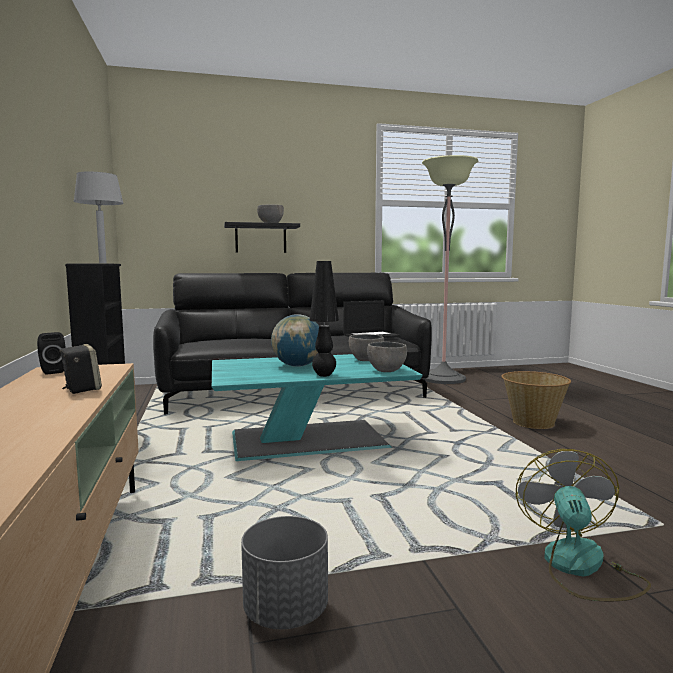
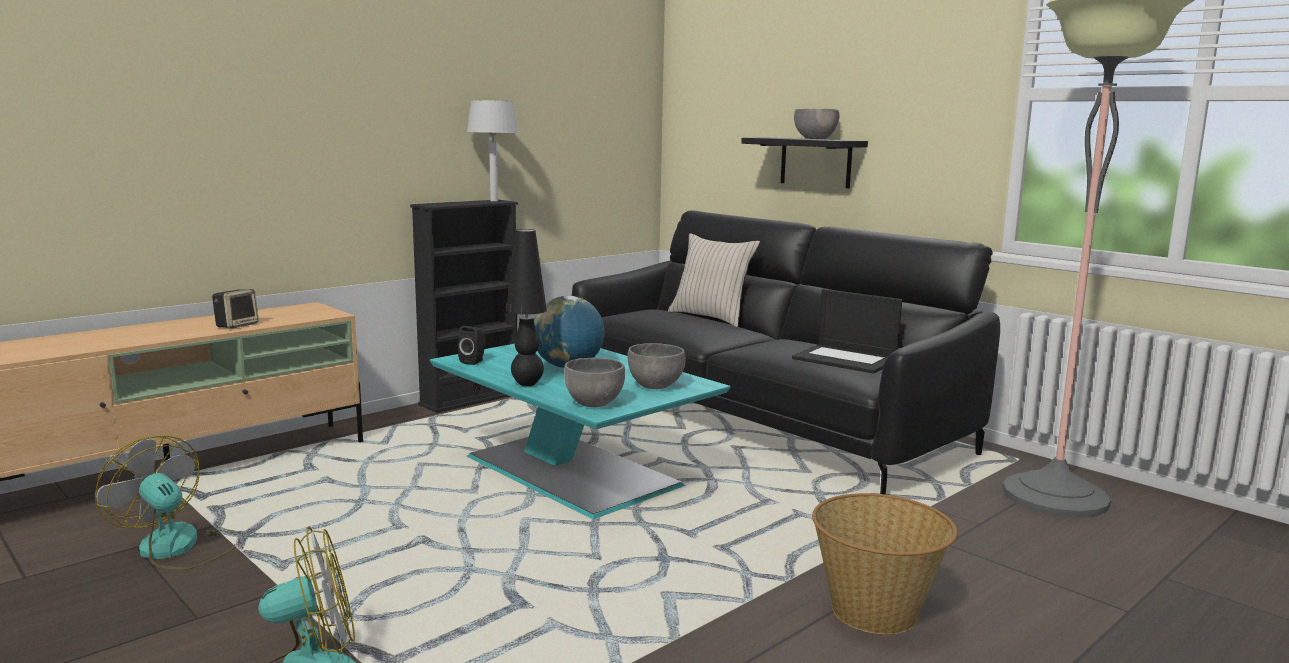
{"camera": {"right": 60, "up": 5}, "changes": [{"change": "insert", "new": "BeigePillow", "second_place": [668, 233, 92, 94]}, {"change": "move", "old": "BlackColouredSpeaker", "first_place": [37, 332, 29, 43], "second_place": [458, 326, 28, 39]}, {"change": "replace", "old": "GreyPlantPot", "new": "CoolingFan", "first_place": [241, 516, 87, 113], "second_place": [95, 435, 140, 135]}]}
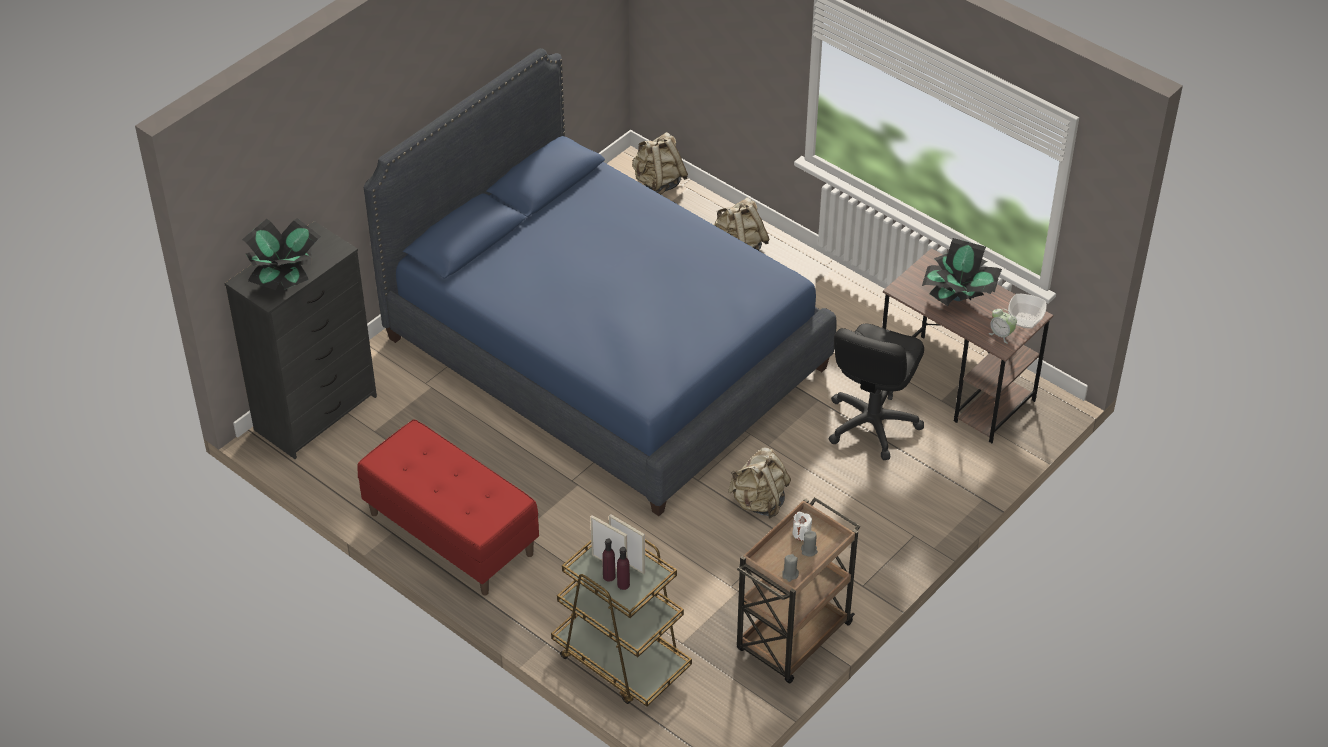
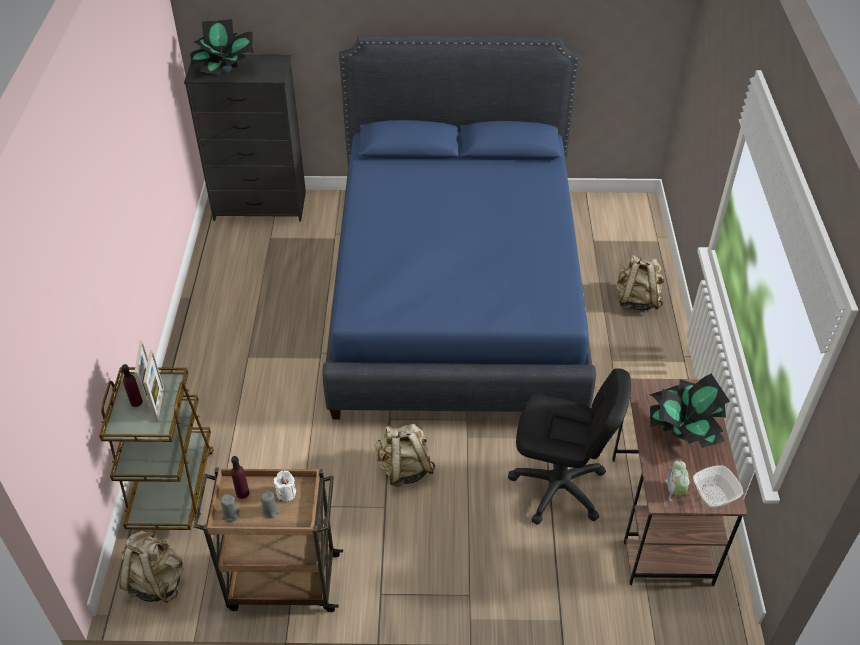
{"camera": {"right": 50, "up": 0}, "changes": [{"change": "delete", "old": "ReddishBench", "first_place": [357, 419, 182, 176]}, {"change": "move", "old": "PurpleColouredDrinkBottle", "first_place": [617, 547, 13, 43], "second_place": [231, 456, 18, 43]}, {"change": "move", "old": "BeigeKnapsack", "first_place": [632, 132, 56, 62], "second_place": [119, 530, 65, 73]}, {"change": "rotate", "old": "BlackColouredDeskChair", "first_place": [829, 324, 95, 136], "second_place": [508, 368, 123, 157], "degrees": -150}]}
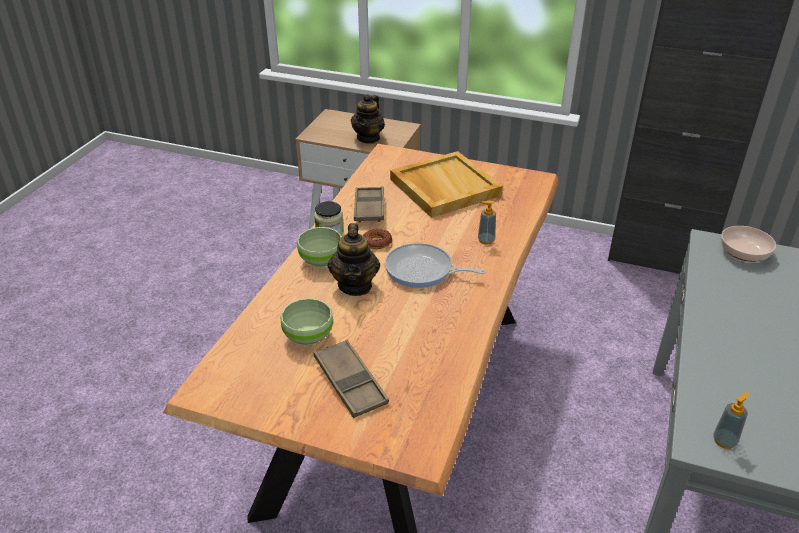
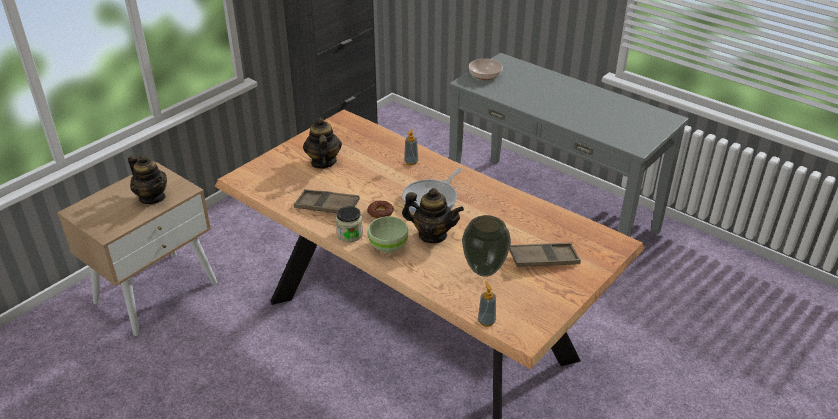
{"camera": {"right": -70, "up": 0}, "changes": [{"change": "move", "old": "LiquidSoapBottle", "first_place": [713, 392, 37, 57], "second_place": [478, 281, 18, 46]}, {"change": "replace", "old": "GreenColouredBowl", "new": "DecorativeVase", "first_place": [281, 298, 52, 47], "second_place": [462, 215, 49, 62]}, {"change": "replace", "old": "BeigeTray", "new": "PotForTea", "first_place": [390, 151, 113, 67], "second_place": [303, 117, 39, 52]}]}
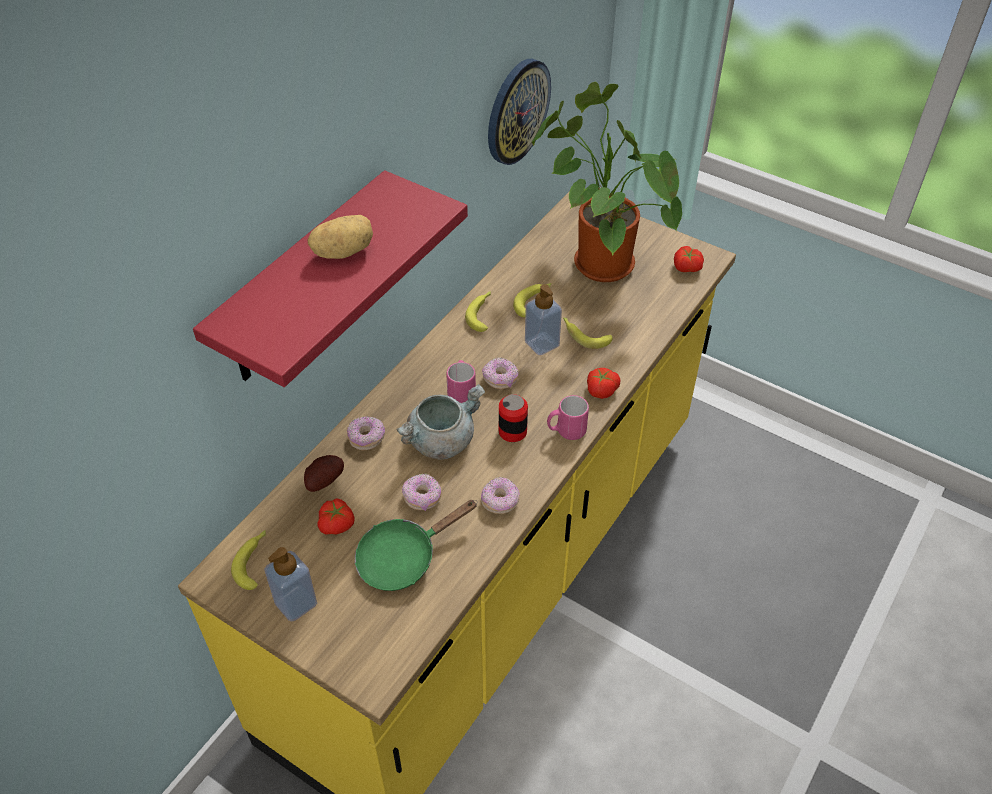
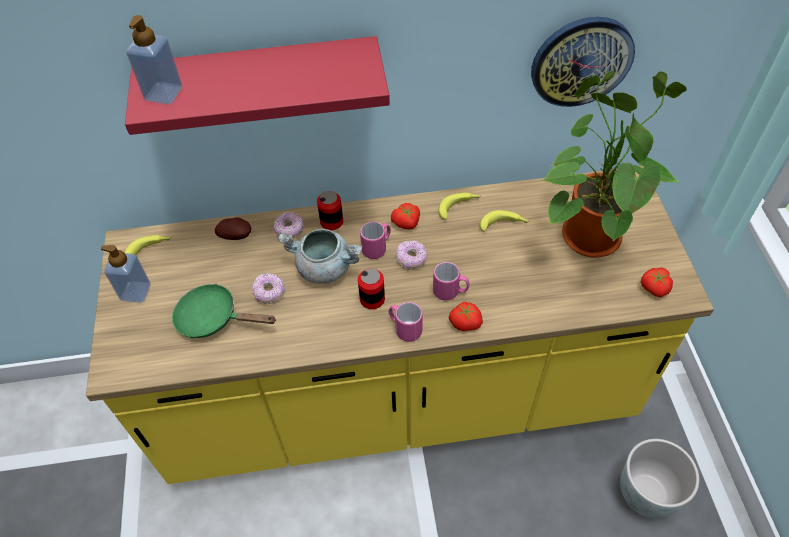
{"camera": {"right": 50, "up": 5}, "changes": [{"change": "delete", "old": "Potato", "first_place": [308, 215, 65, 44]}, {"change": "delete", "old": "RingDoughnut", "first_place": [481, 477, 39, 37]}, {"change": "delete", "old": "BananaFruit", "first_place": [563, 317, 50, 32]}, {"change": "insert", "new": "SealedCan", "second_place": [317, 191, 26, 39]}, {"change": "insert", "new": "PinkishTeaMug", "second_place": [433, 262, 36, 39]}, {"change": "insert", "new": "GreyPlantPot", "second_place": [620, 439, 79, 79]}, {"change": "move", "old": "WholeTomato", "first_place": [317, 498, 38, 37], "second_place": [391, 203, 29, 26]}, {"change": "move", "old": "LiquidSoapBottle", "first_place": [525, 284, 37, 71], "second_place": [126, 15, 56, 89]}]}
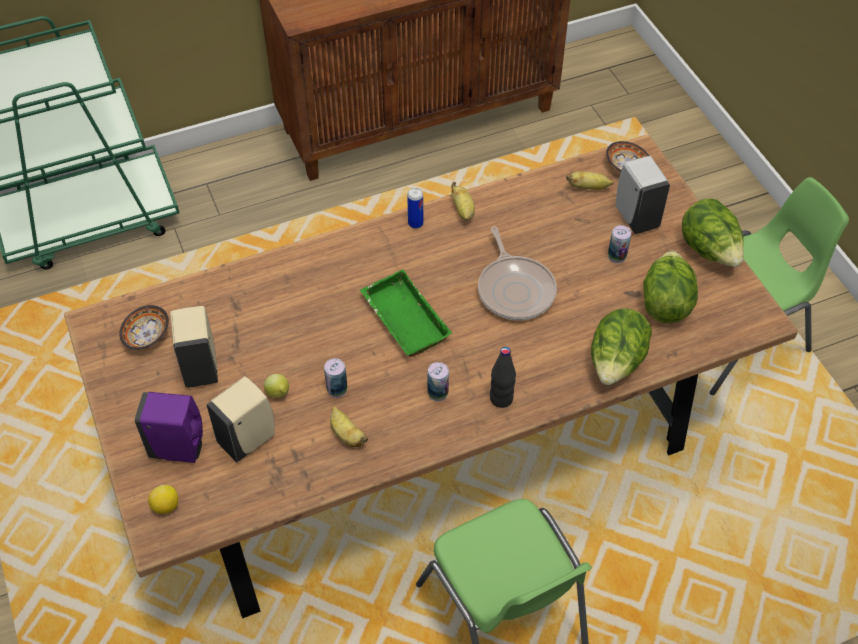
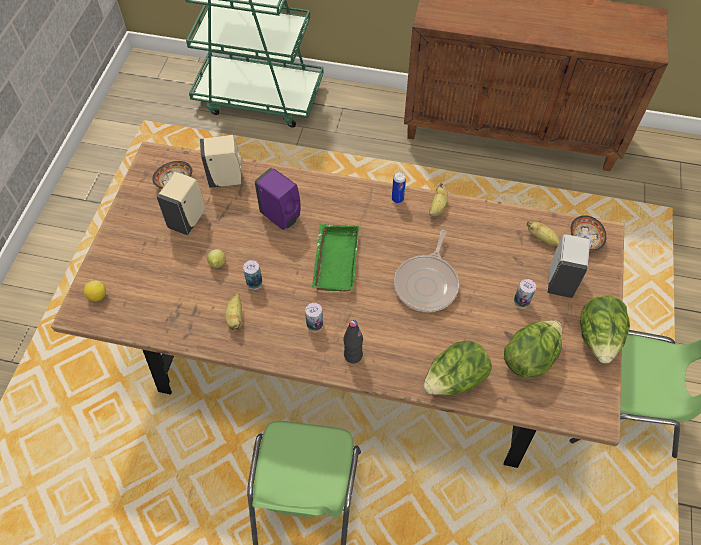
{"camera": {"right": 35, "up": 5}, "changes": [{"change": "move", "old": "PurpleColouredLiquidSoapBottle", "first_place": [135, 392, 68, 71], "second_place": [254, 167, 47, 63]}, {"change": "move", "old": "BeigeLiquidSoapBottle", "first_place": [206, 376, 69, 86], "second_place": [200, 135, 42, 53]}]}
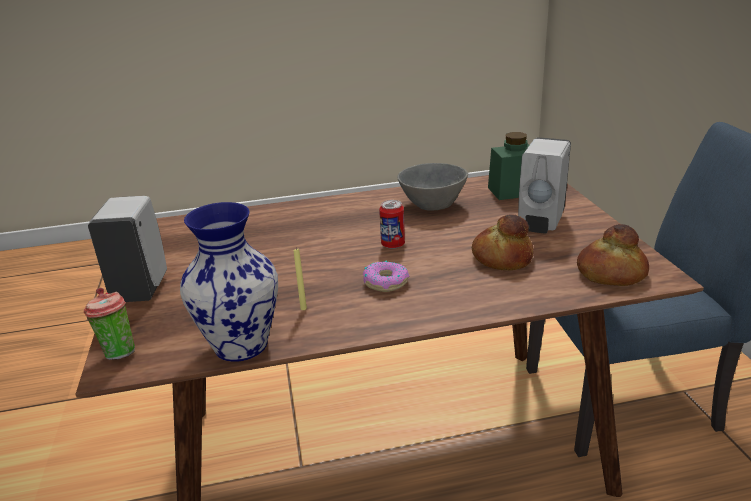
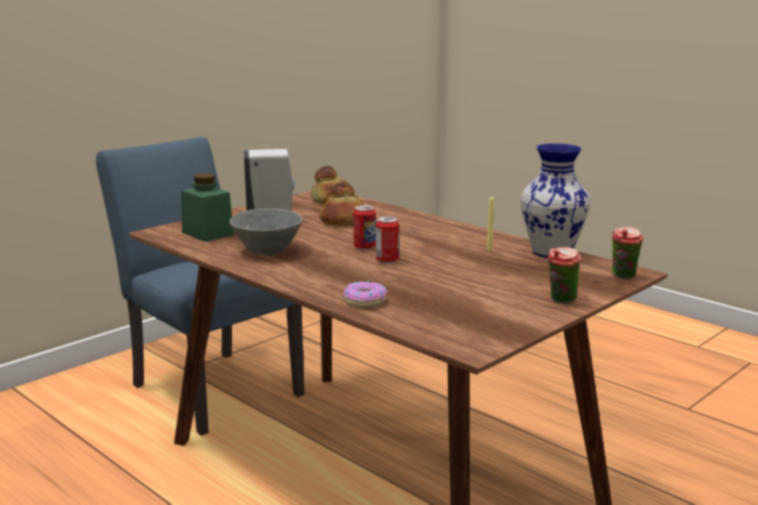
{"camera": {"right": -125, "up": -10}, "changes": [{"change": "insert", "new": "SealedCan", "second_place": [376, 216, 23, 48]}, {"change": "move", "old": "RingDoughnut", "first_place": [363, 260, 47, 32], "second_place": [343, 281, 44, 27]}, {"change": "replace", "old": "WhiteLiquidSoapBottle", "new": "DrinkingCup", "first_place": [88, 196, 79, 106], "second_place": [548, 247, 33, 57]}]}
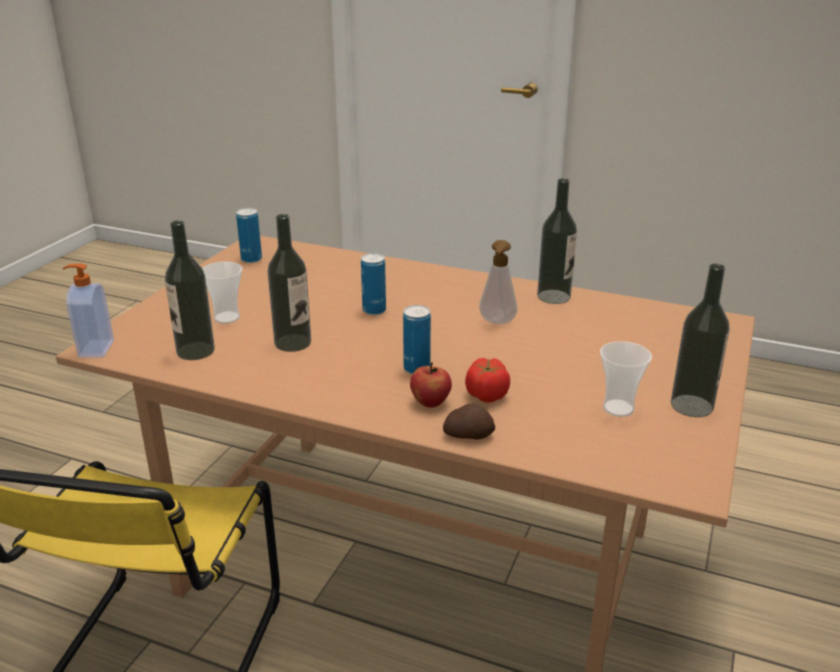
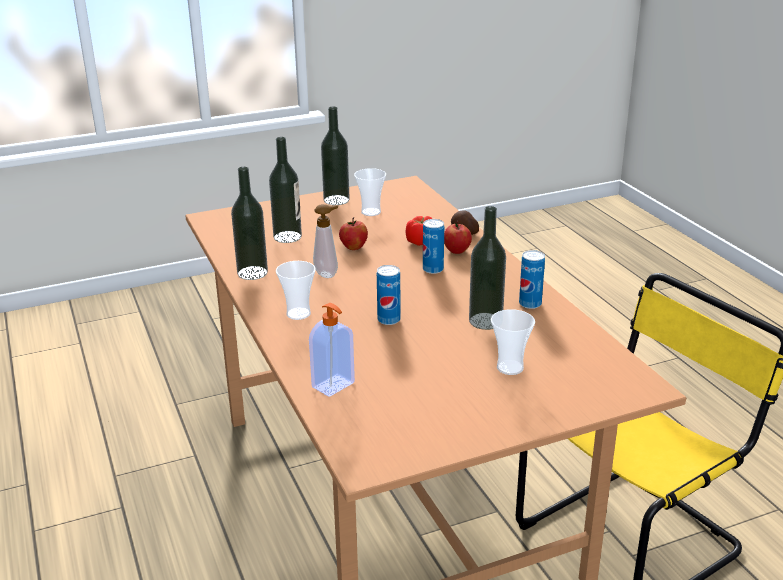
{"camera": {"right": -135, "up": 0}, "changes": [{"change": "insert", "new": "DrinkingCup", "second_place": [276, 261, 40, 59]}, {"change": "insert", "new": "AppleFruit", "second_place": [339, 217, 29, 33]}, {"change": "move", "old": "LiquidSoapBottle", "first_place": [63, 263, 51, 95], "second_place": [309, 303, 46, 94]}, {"change": "move", "old": "DrinkBottle", "first_place": [165, 220, 50, 140], "second_place": [269, 137, 33, 106]}, {"change": "move", "old": "SealedCan", "first_place": [236, 208, 26, 55], "second_place": [519, 250, 26, 59]}]}
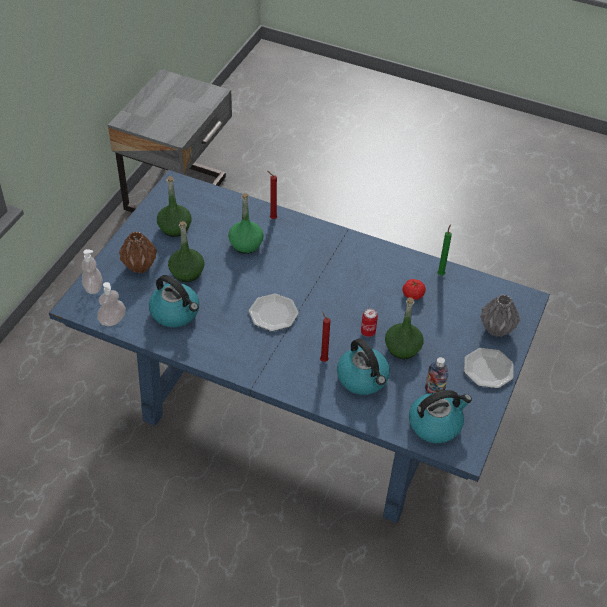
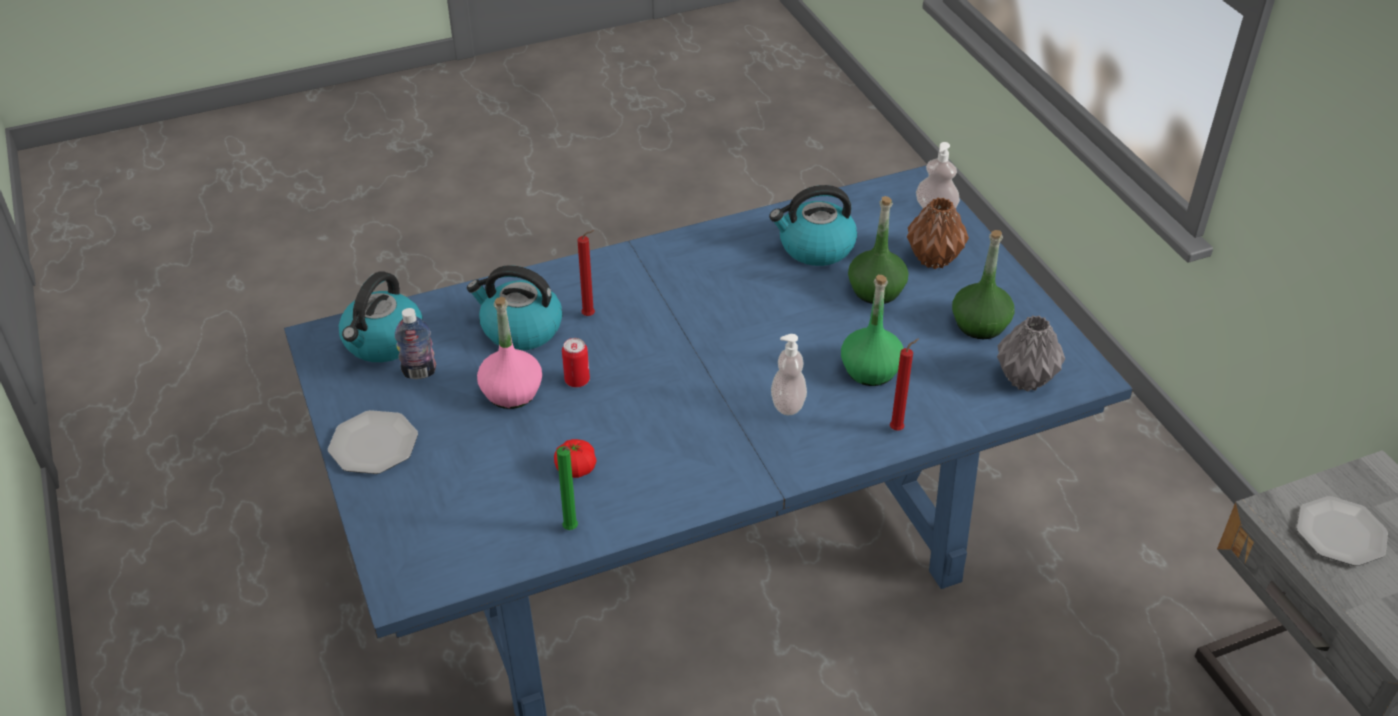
{"camera": {"right": 135, "up": -5}, "changes": [{"change": "move", "old": "LiquidSoapBottle", "first_place": [97, 282, 29, 44], "second_place": [771, 334, 36, 81]}, {"change": "move", "old": "DinnerPlate", "first_place": [249, 294, 50, 37], "second_place": [1296, 496, 92, 70]}, {"change": "move", "old": "GreyDecorativeVase", "first_place": [480, 294, 40, 43], "second_place": [997, 315, 68, 77]}, {"change": "recolor", "old": "GreenColouredDrinkBottle", "new": "PinkishDrinkBottle", "first_place": [385, 297, 39, 62], "second_place": [477, 297, 65, 112]}]}
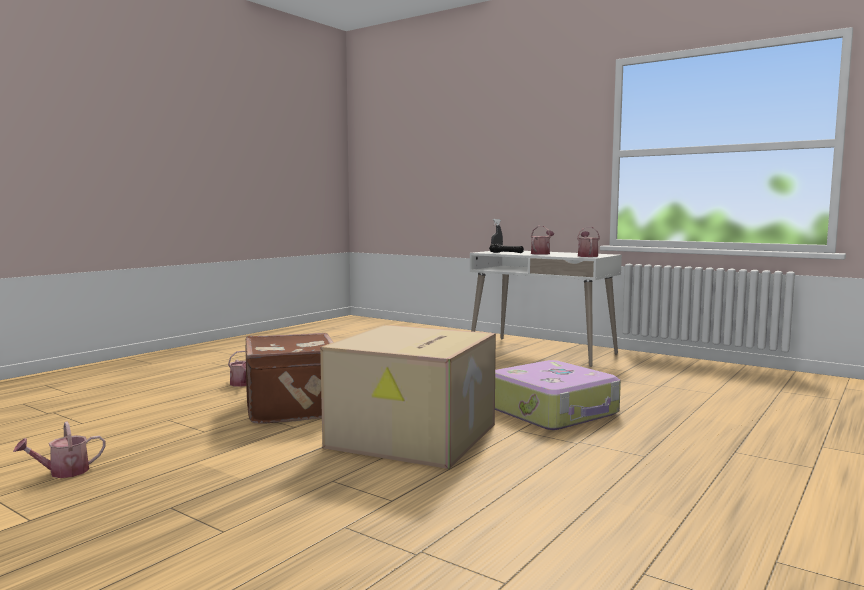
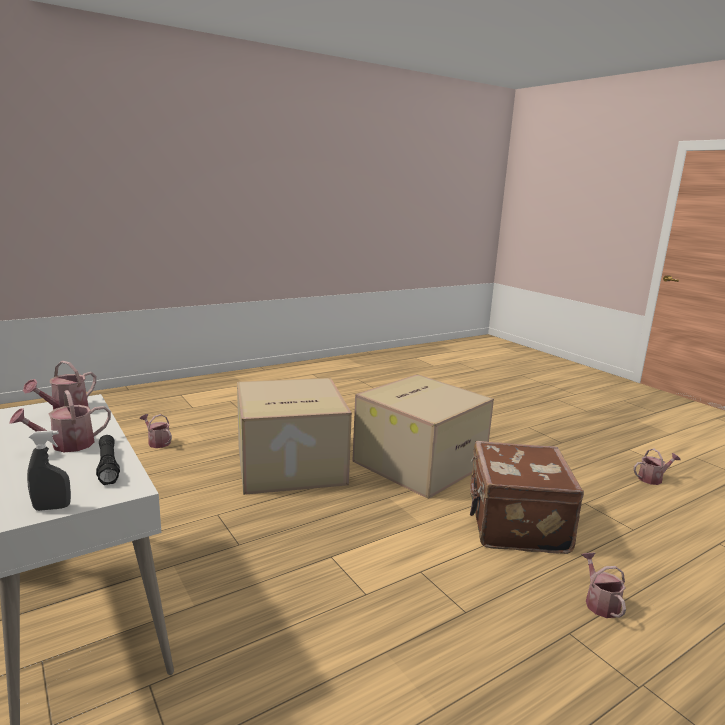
{"camera": {"right": -160, "up": 10}, "changes": [{"change": "insert", "new": "WateringPot", "second_place": [140, 414, 32, 34]}, {"change": "replace", "old": "TravelCase", "new": "CardboardBox", "first_place": [495, 360, 126, 70], "second_place": [237, 378, 115, 117]}]}
